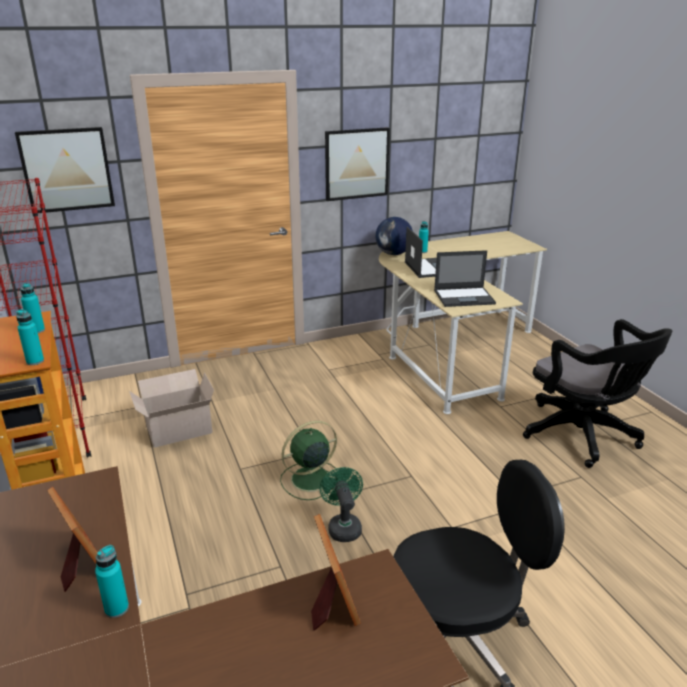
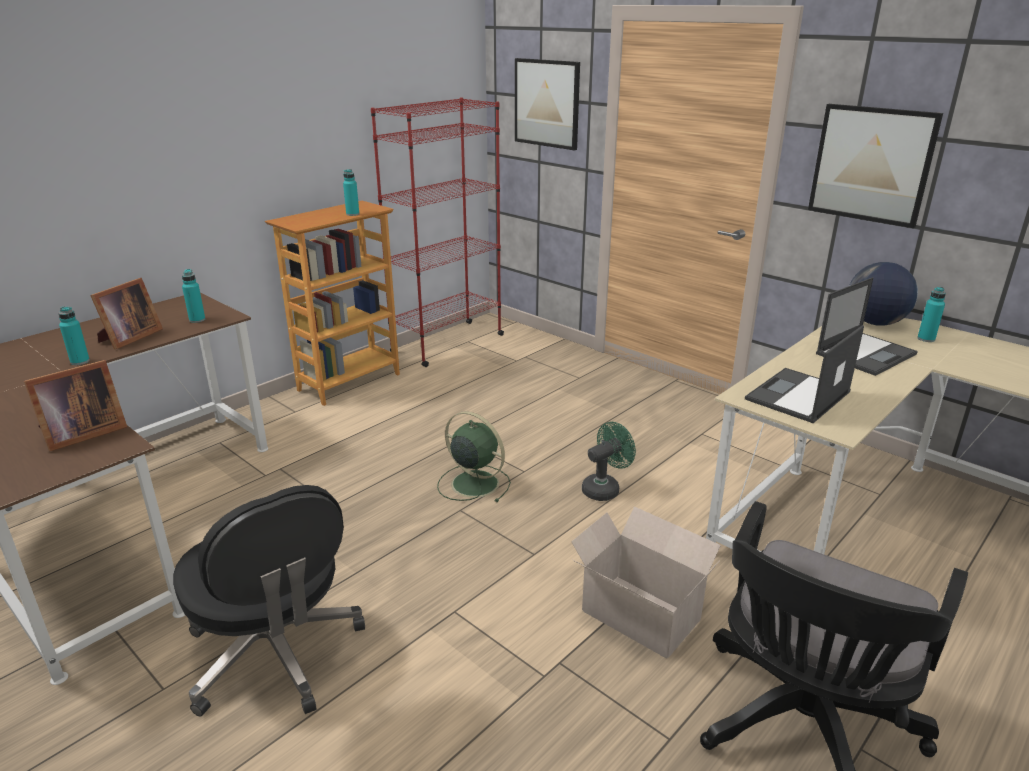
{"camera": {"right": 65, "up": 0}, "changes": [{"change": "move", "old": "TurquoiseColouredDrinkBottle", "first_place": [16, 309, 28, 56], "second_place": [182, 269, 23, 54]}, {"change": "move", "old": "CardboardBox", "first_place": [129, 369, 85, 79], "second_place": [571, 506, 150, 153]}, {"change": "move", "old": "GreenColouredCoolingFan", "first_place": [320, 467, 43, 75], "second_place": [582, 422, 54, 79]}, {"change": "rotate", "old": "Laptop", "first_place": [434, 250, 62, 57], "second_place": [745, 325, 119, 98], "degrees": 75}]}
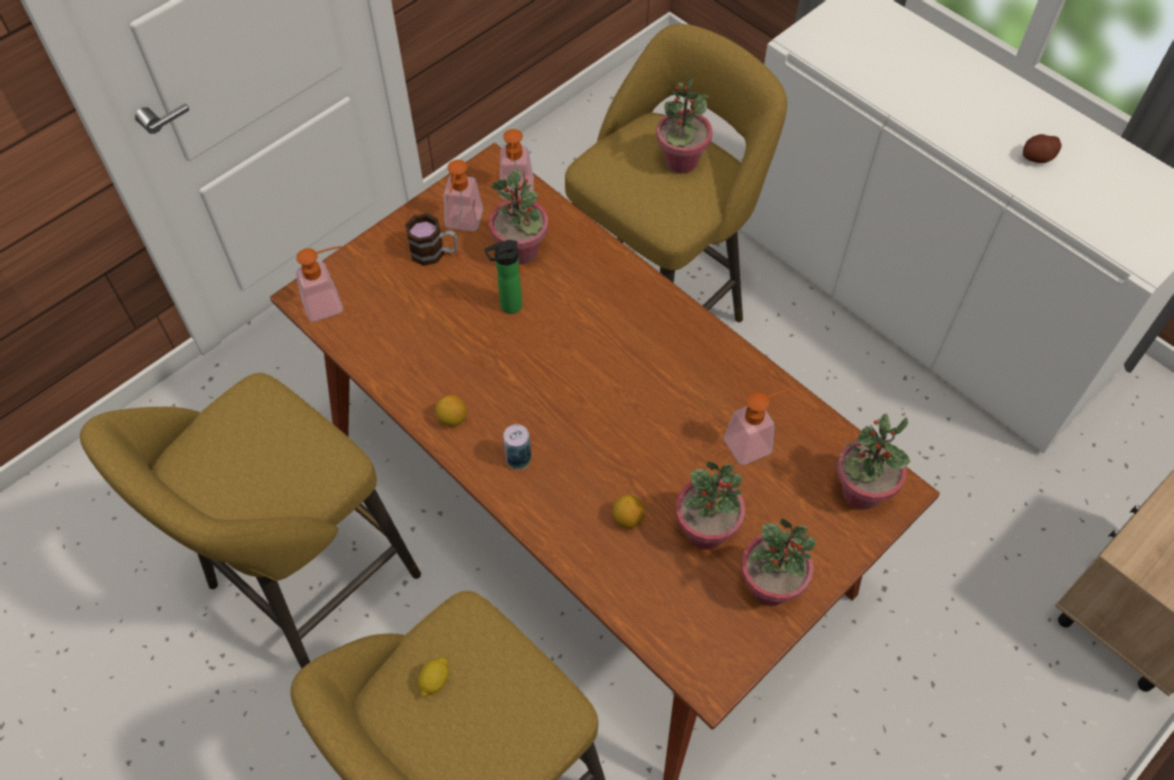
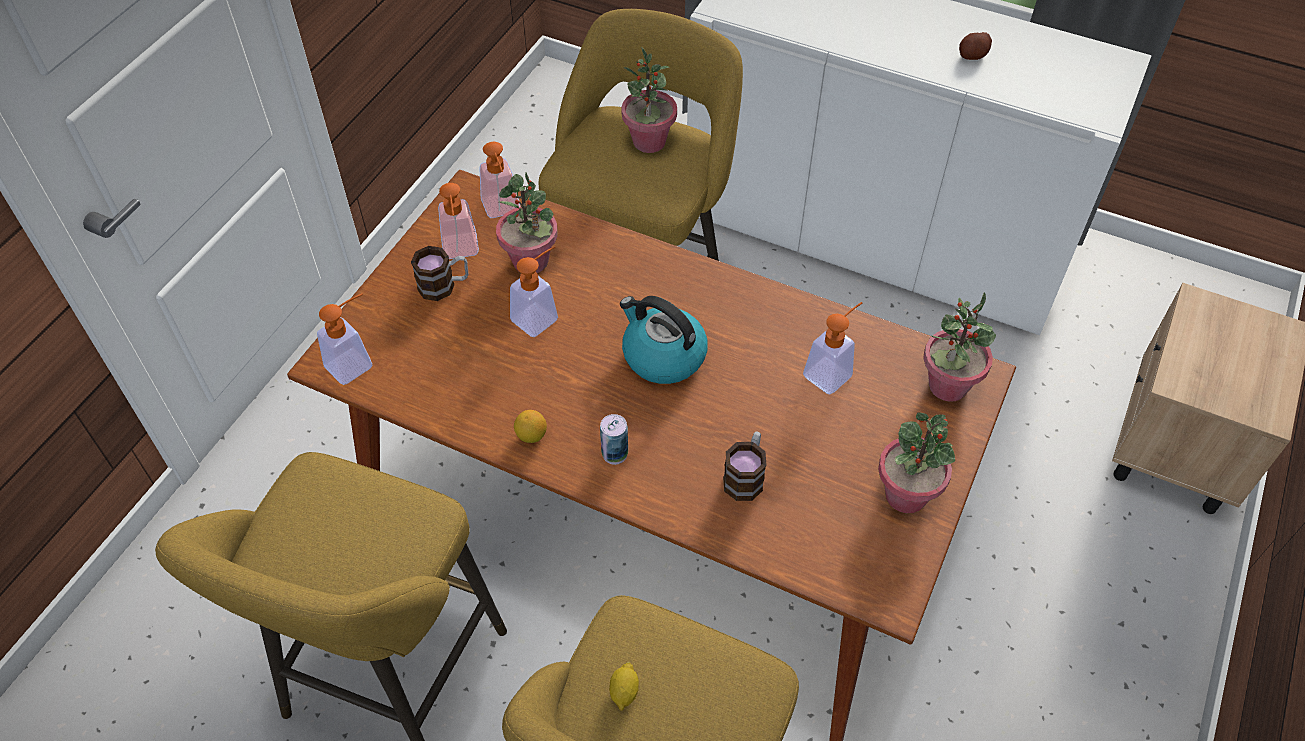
{"camera": {"right": -20, "up": -5}, "changes": [{"change": "delete", "old": "PlantInAPot", "first_place": [675, 461, 70, 89]}, {"change": "insert", "new": "TeaKettle", "second_place": [620, 296, 88, 88]}, {"change": "replace", "old": "DrinkBottle", "new": "LiquidSoapBottle", "first_place": [484, 240, 38, 74], "second_place": [510, 246, 48, 91]}, {"change": "replace", "old": "WholeLemon", "new": "TeaMug", "first_place": [613, 495, 32, 34], "second_place": [723, 431, 44, 70]}]}
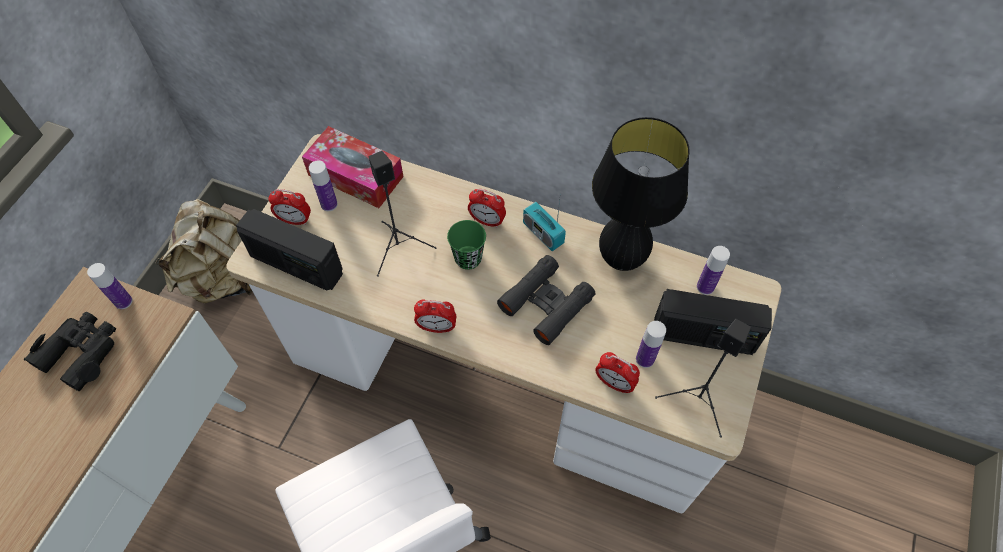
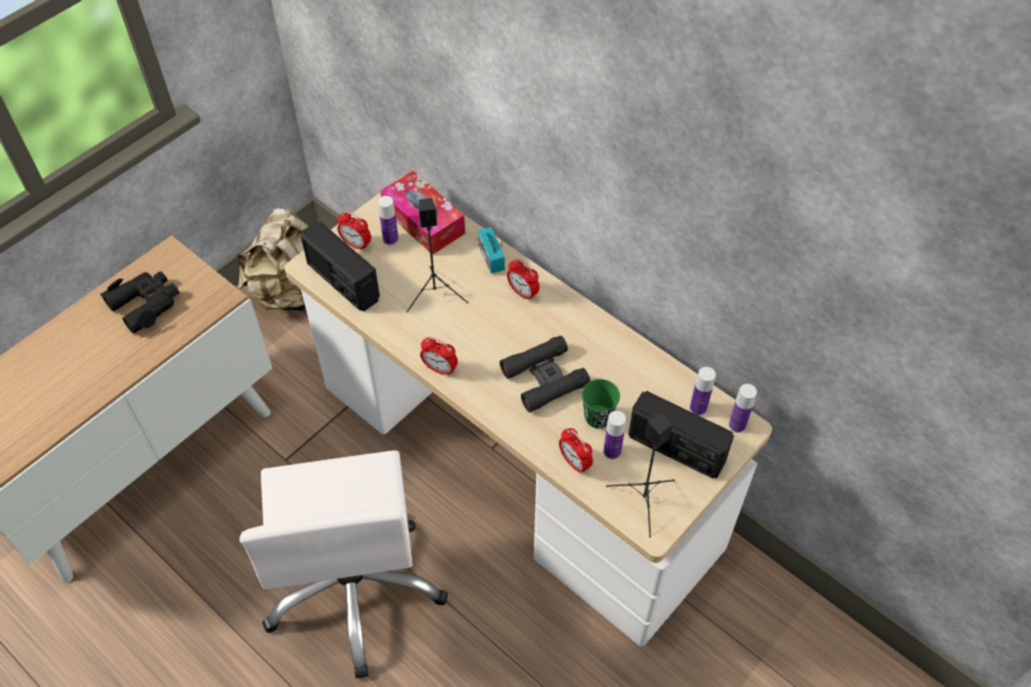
{"camera": {"right": 20, "up": -5}, "changes": [{"change": "delete", "old": "BlackColouredTabletopLamp", "first_place": [592, 117, 98, 154]}, {"change": "move", "old": "DrinkBottle", "first_place": [87, 263, 45, 46], "second_place": [729, 384, 28, 49]}, {"change": "move", "old": "GreenColouredDrinkingCup", "first_place": [447, 220, 39, 50], "second_place": [582, 379, 38, 49]}, {"change": "move", "old": "Radio", "first_place": [523, 200, 43, 51], "second_place": [478, 227, 27, 47]}]}
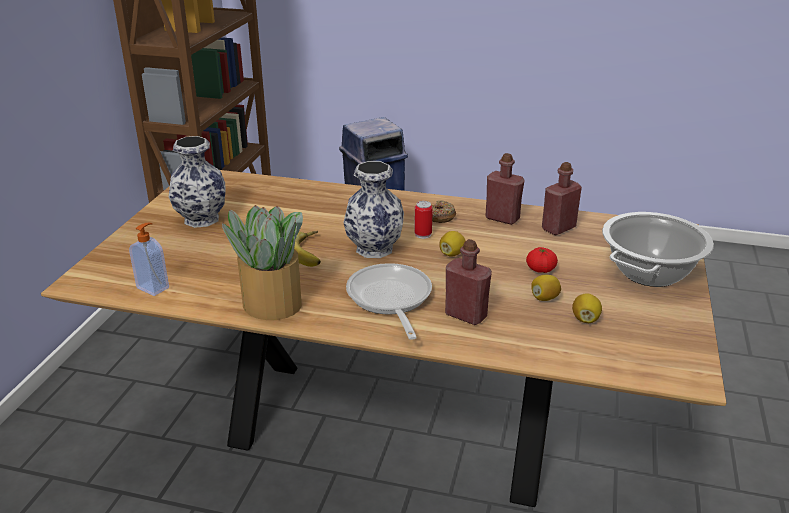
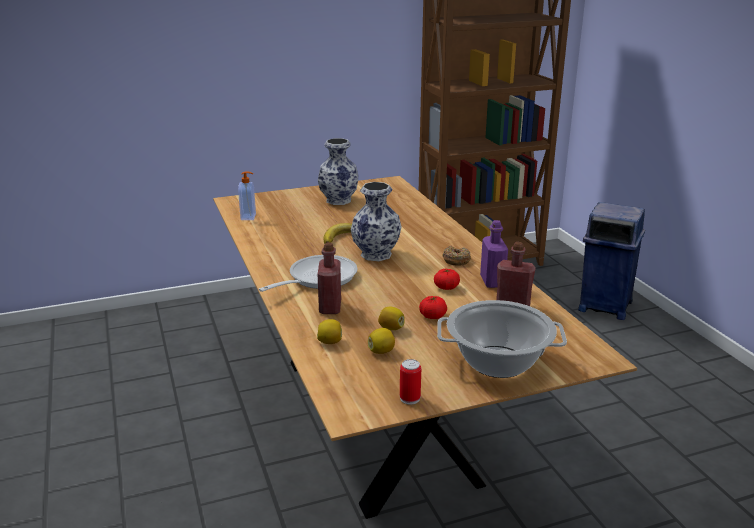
{"camera": {"right": 55, "up": -5}, "changes": [{"change": "delete", "old": "PlantInAPot", "first_place": [222, 205, 81, 115]}, {"change": "insert", "new": "WholeTomato", "second_place": [434, 269, 26, 21]}, {"change": "move", "old": "SealedCan", "first_place": [414, 201, 19, 38], "second_place": [400, 359, 21, 46]}, {"change": "move", "old": "WholeLemon", "first_place": [439, 231, 27, 25], "second_place": [317, 319, 25, 25]}, {"change": "recolor", "old": "ReddishDrinkBottle", "new": "PurpleColouredDrinkBottle", "first_place": [486, 153, 38, 72], "second_place": [480, 220, 28, 68]}]}
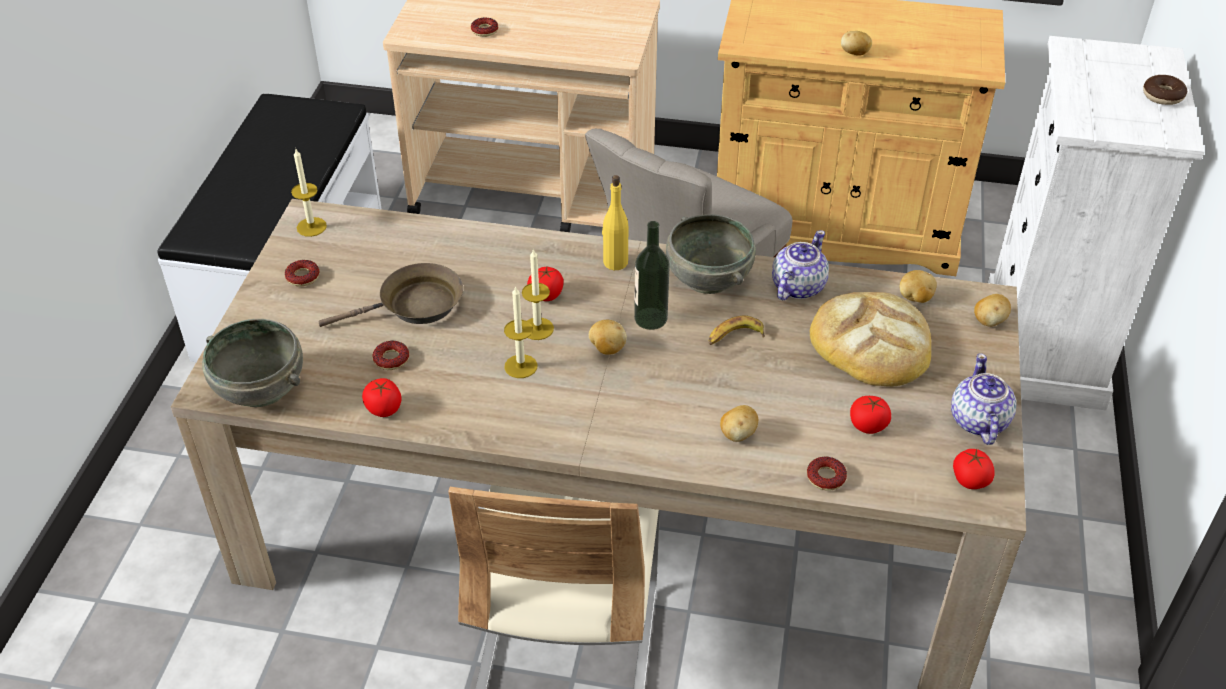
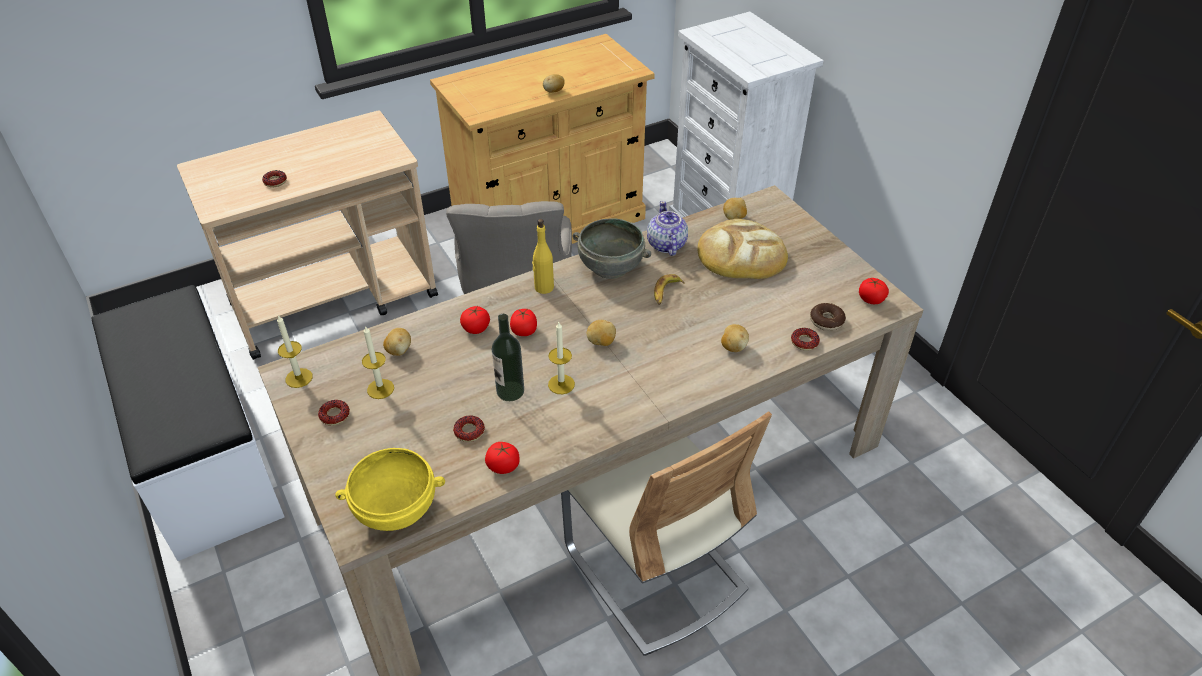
{"camera": {"right": -40, "up": 0}, "changes": [{"change": "delete", "old": "BrownColouredPan", "first_place": [318, 263, 145, 64]}, {"change": "delete", "old": "PotForTea", "first_place": [951, 353, 66, 92]}, {"change": "move", "old": "WaxLight", "first_place": [522, 248, 32, 92], "second_place": [362, 326, 32, 73]}, {"change": "move", "old": "DrinkBottle", "first_place": [634, 221, 36, 109], "second_place": [492, 314, 32, 87]}, {"change": "move", "old": "WholeTomato", "first_place": [850, 396, 41, 38], "second_place": [460, 306, 30, 28]}, {"change": "move", "old": "Potato", "first_place": [974, 294, 37, 33], "second_place": [383, 328, 28, 28]}, {"change": "move", "old": "RingDoughnut", "first_place": [1143, 75, 44, 30], "second_place": [810, 303, 36, 28]}, {"change": "recolor", "old": "GreyBowl", "new": "YellowBowl", "first_place": [202, 319, 101, 88], "second_place": [335, 448, 110, 83]}]}
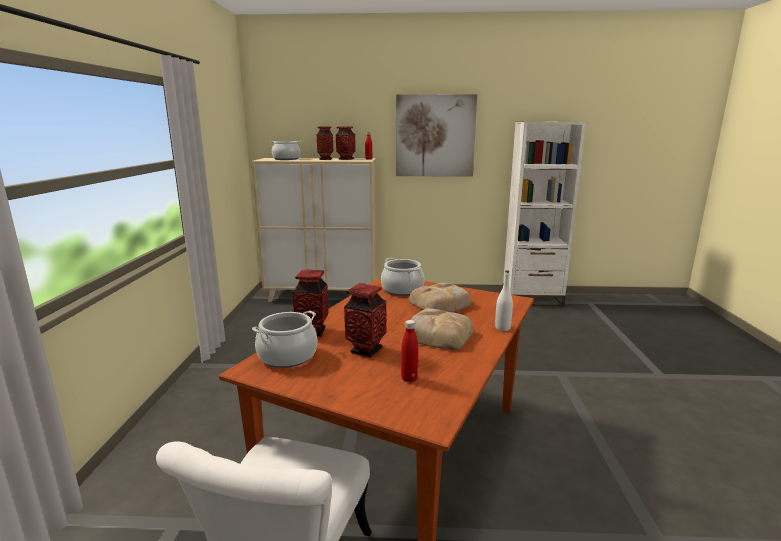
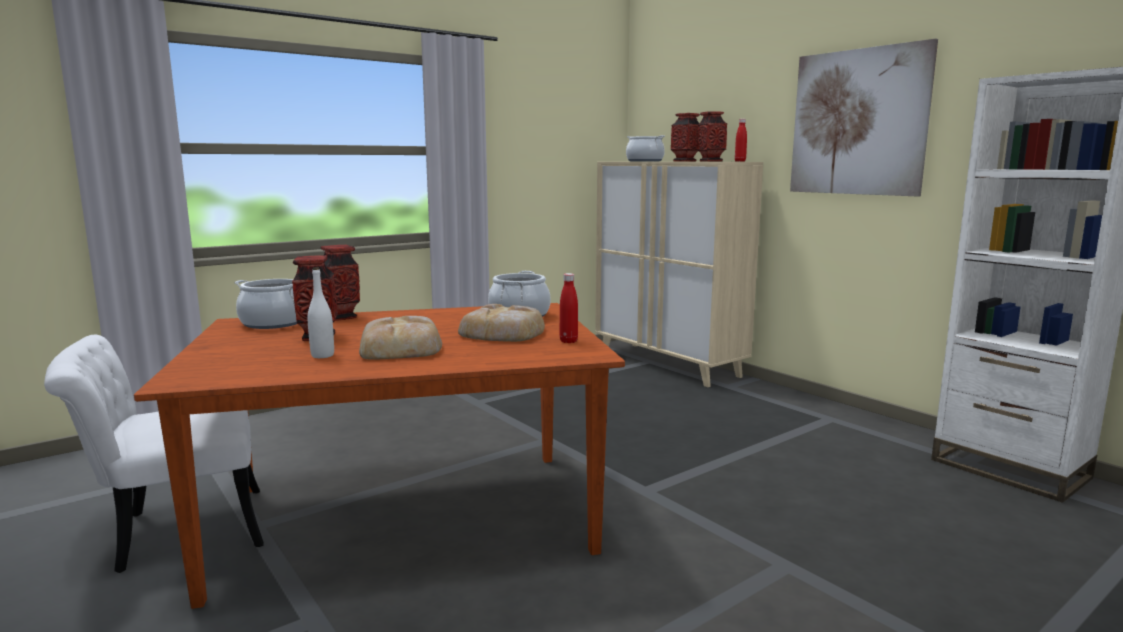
{"camera": {"right": 50, "up": -5}, "changes": [{"change": "move", "old": "ReddishDrinkBottle", "first_place": [401, 320, 17, 62], "second_place": [560, 273, 18, 70]}, {"change": "move", "old": "WhiteDrinkBottle", "first_place": [495, 270, 18, 61], "second_place": [308, 267, 26, 91]}]}
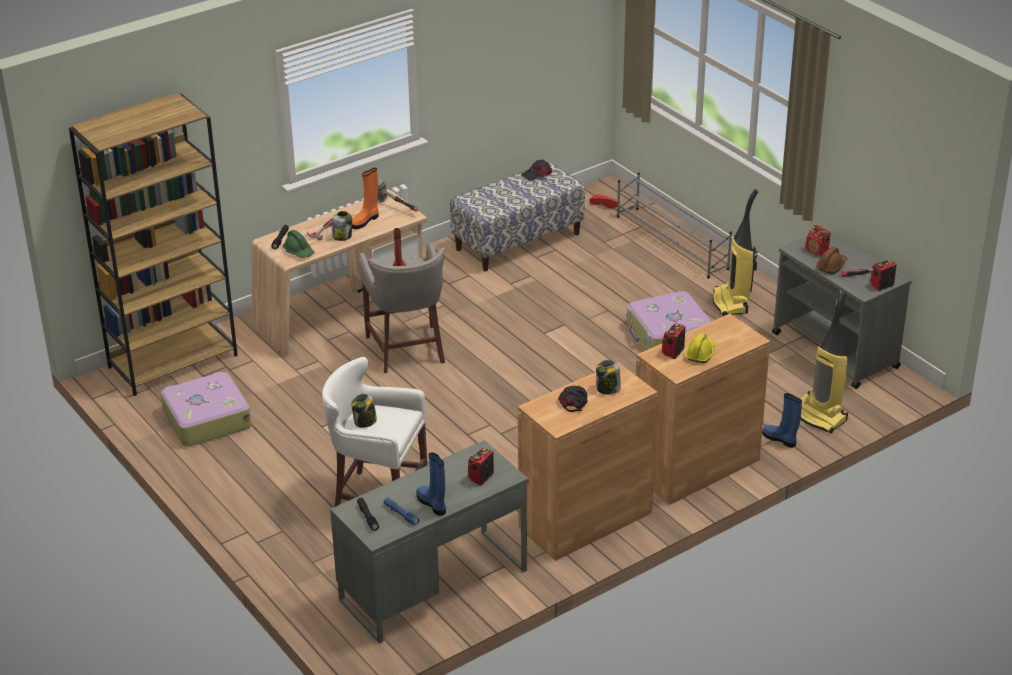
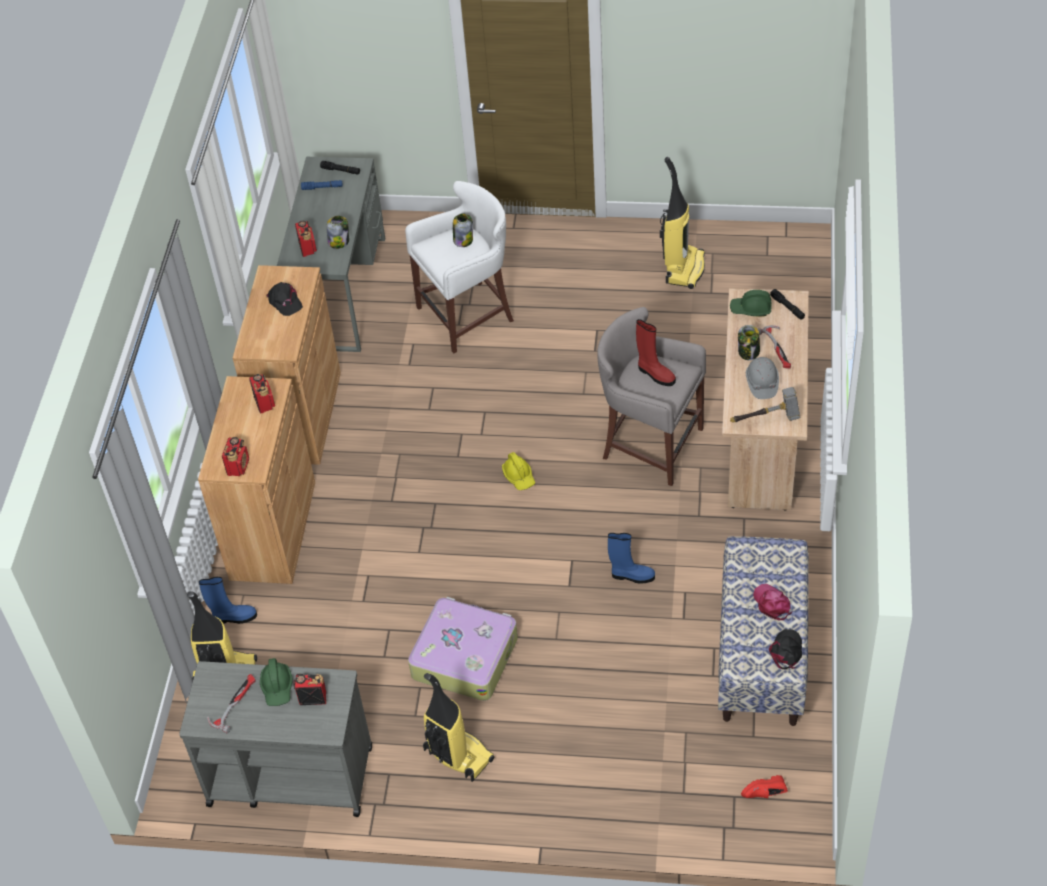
{"camera": {"right": 135, "up": 15}, "changes": [{"change": "delete", "old": "BrownColouredShelvingUnit", "first_place": [69, 93, 169, 303]}, {"change": "delete", "old": "GreyShoeRack", "first_place": [617, 173, 115, 106]}, {"change": "insert", "new": "PinkishBaseballCap", "second_place": [753, 584, 40, 37]}, {"change": "move", "old": "BluishBoot", "first_place": [416, 452, 30, 64], "second_place": [608, 533, 47, 51]}, {"change": "move", "old": "StorageJar", "first_place": [596, 360, 25, 35], "second_place": [327, 216, 22, 33]}, {"change": "move", "old": "YellowHardHat", "first_place": [685, 333, 30, 30], "second_place": [502, 452, 33, 38]}, {"change": "move", "old": "Radio", "first_place": [870, 260, 27, 31], "second_place": [222, 437, 27, 39]}, {"change": "replace", "old": "TravelCase", "new": "VacuumCleaner", "first_place": [161, 372, 90, 74], "second_place": [660, 157, 45, 132]}, {"change": "replace", "old": "OrangeyBoot", "new": "GreyHardHat", "first_place": [352, 168, 27, 61], "second_place": [746, 357, 33, 42]}, {"change": "recolor", "old": "BrownColouredHardHat", "new": "GreenColouredHardHat", "first_place": [816, 247, 32, 27], "second_place": [260, 658, 33, 48]}]}
